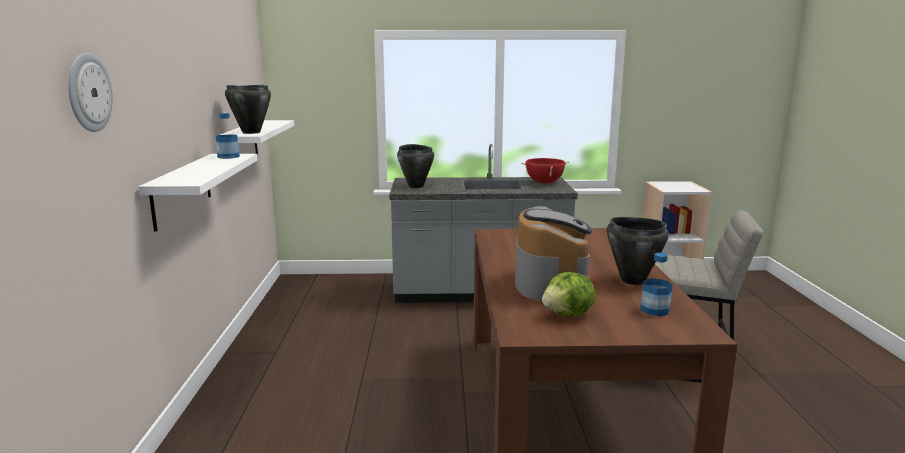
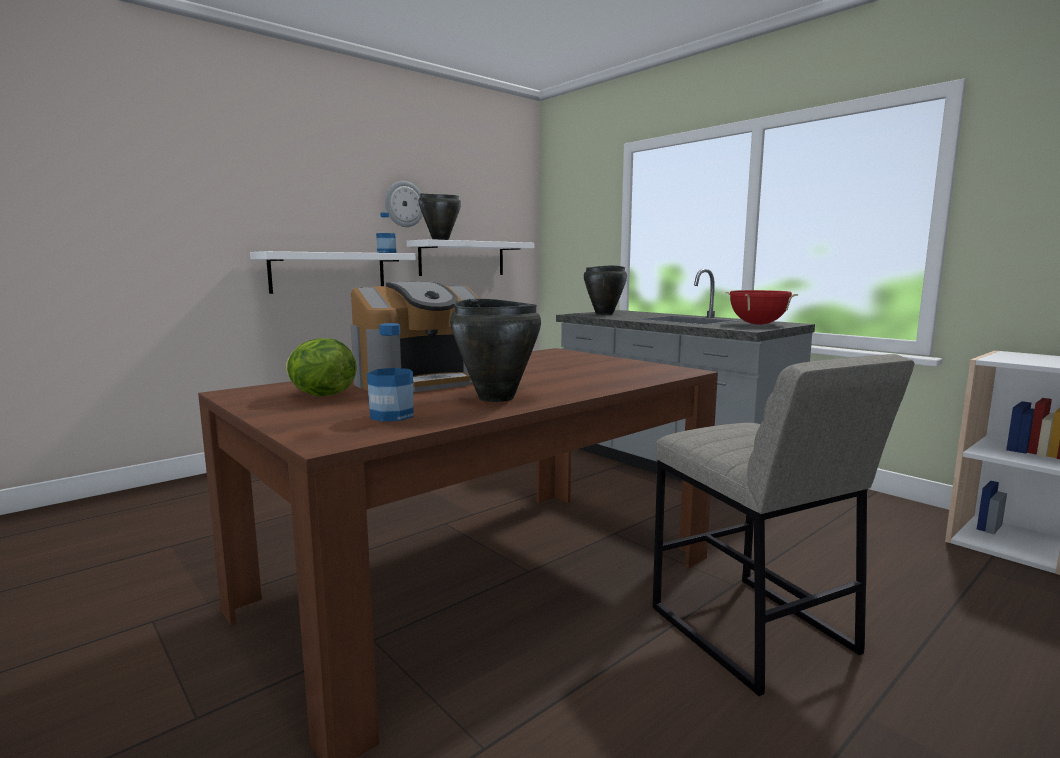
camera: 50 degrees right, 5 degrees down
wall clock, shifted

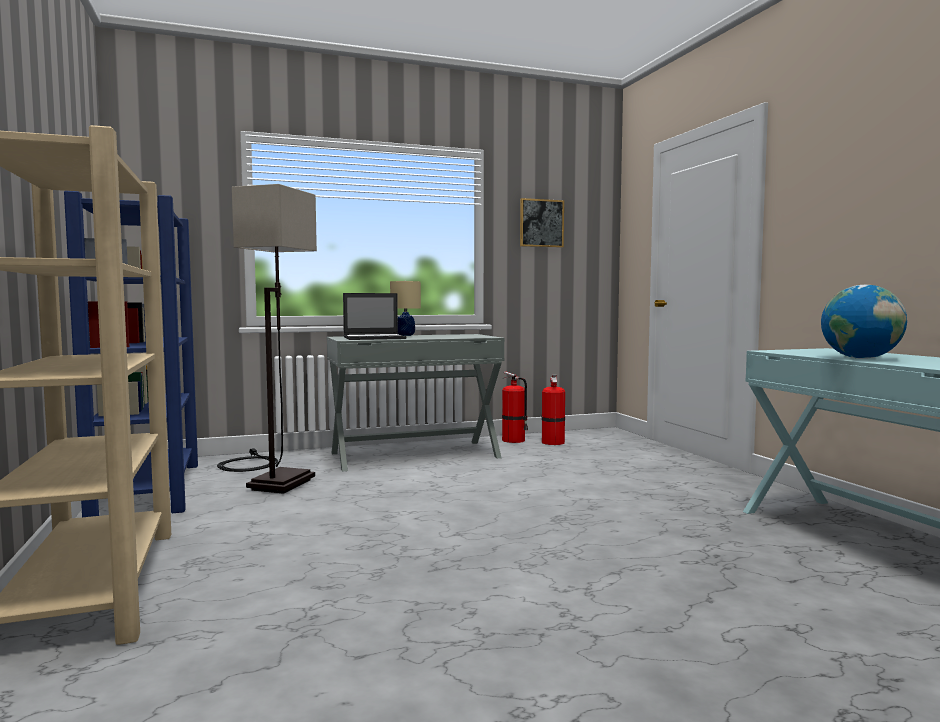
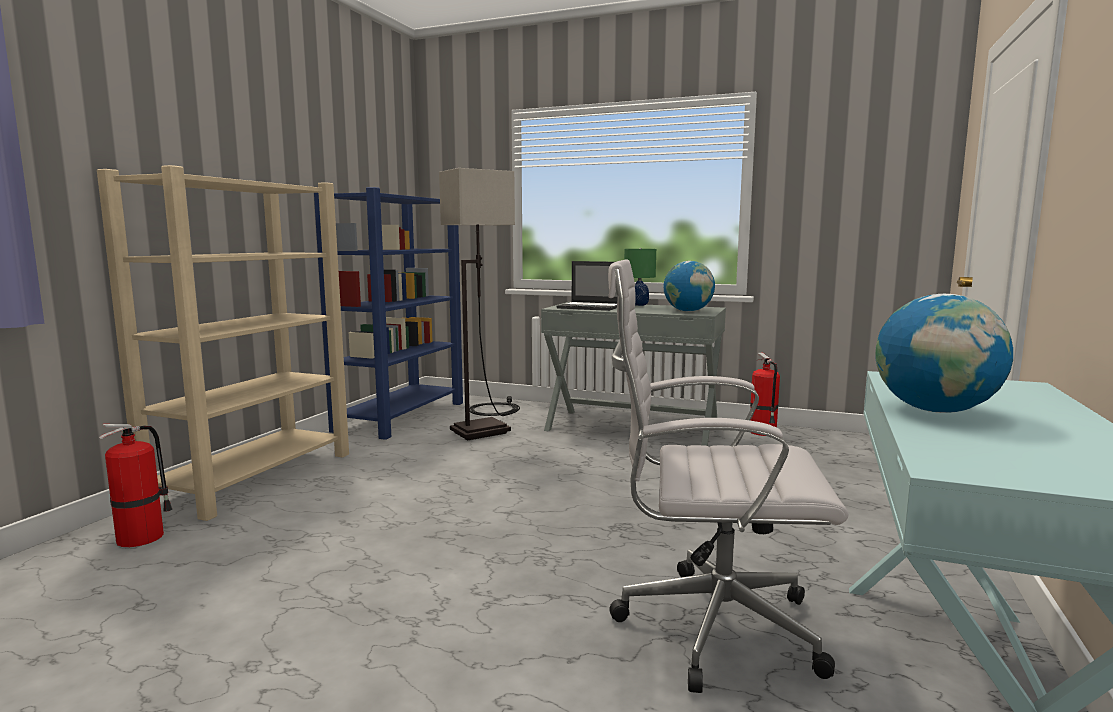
camera: 40 degrees right, 5 degrees up
picture => nothing
nothing => white office chair
nothing => globe (no. 1 from left)
fire extinguisher (no. 2 from left in the first image) => fire extinguisher (no. 1 from left), shifted
beige table lamp => green table lamp

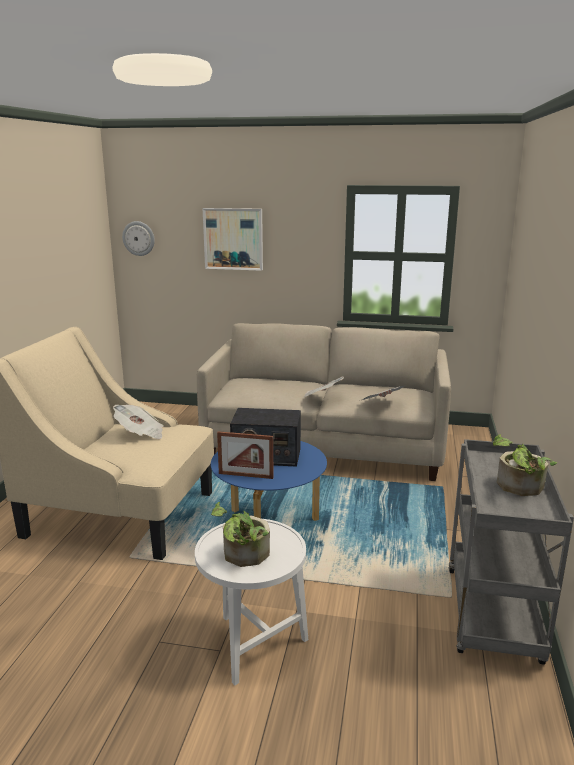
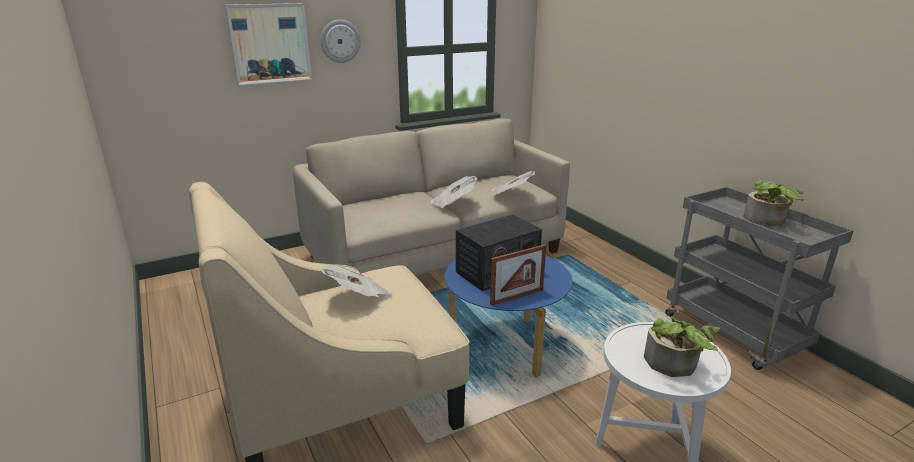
camera: 40 degrees left, 5 degrees up
wall clock, shifted

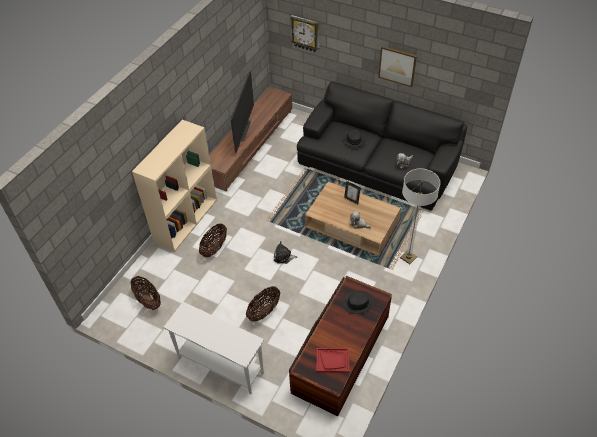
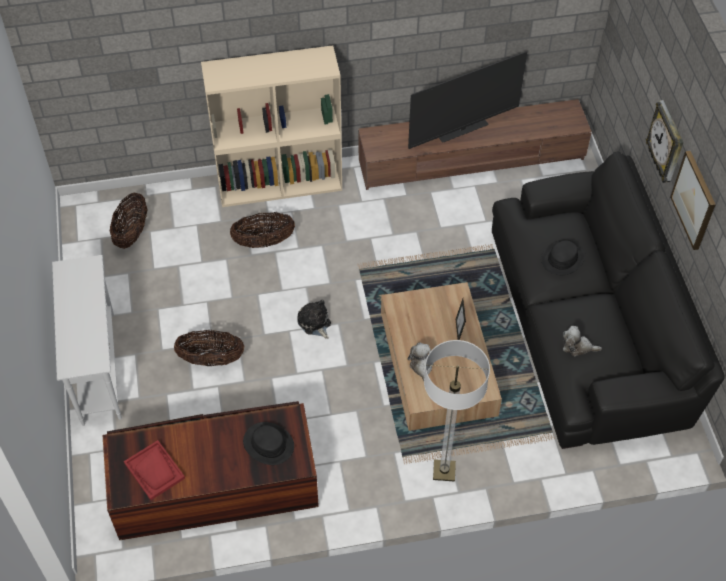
camera: 50 degrees right, 5 degrees up
wall clock, shifted

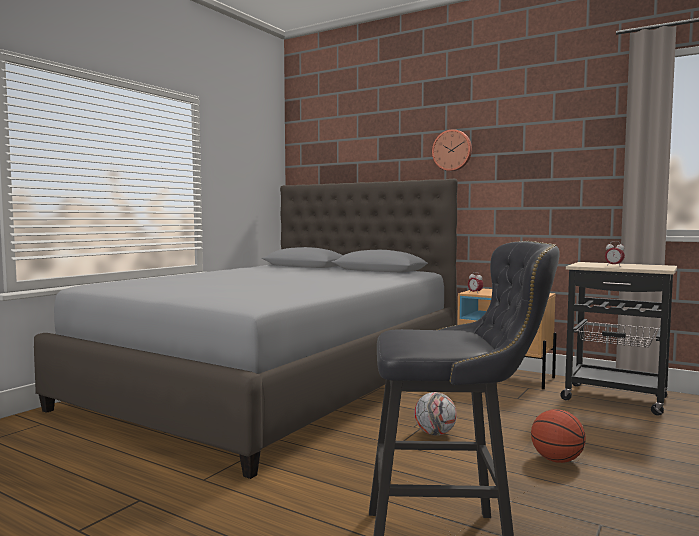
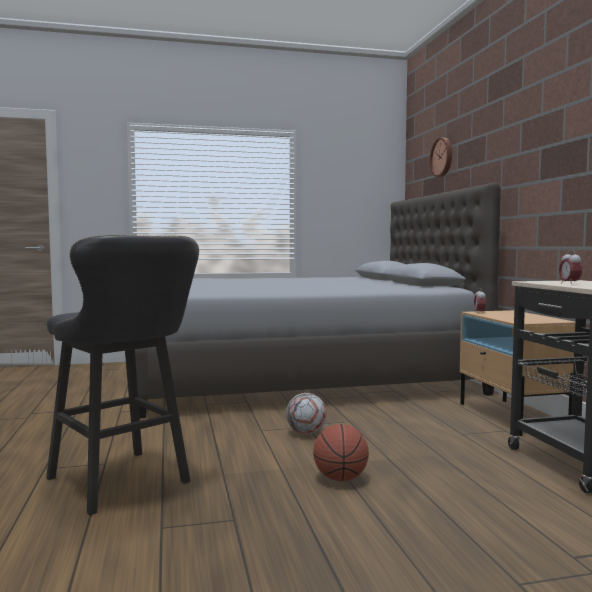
camera: 45 degrees right, 0 degrees up
wall clock, shifted

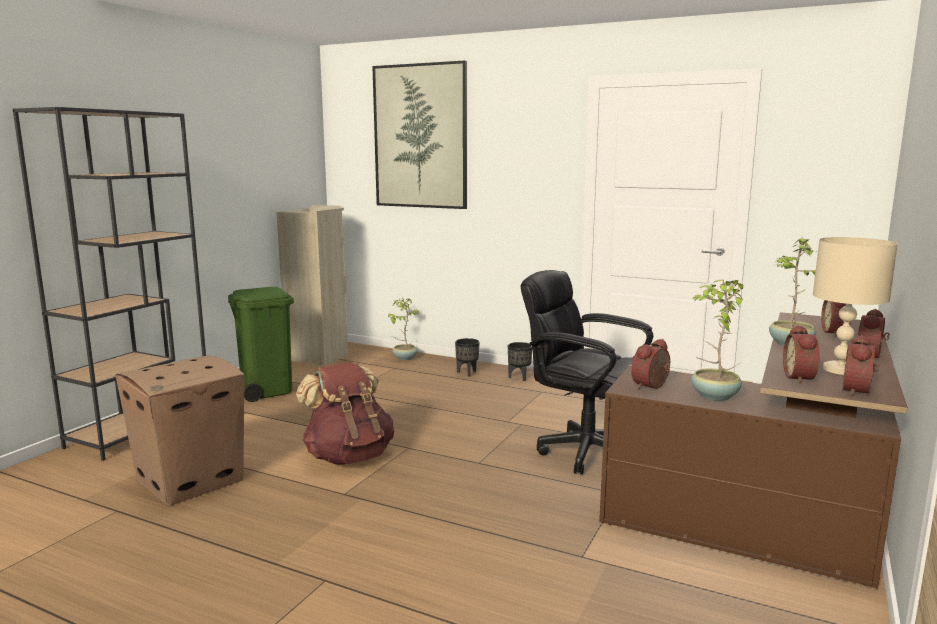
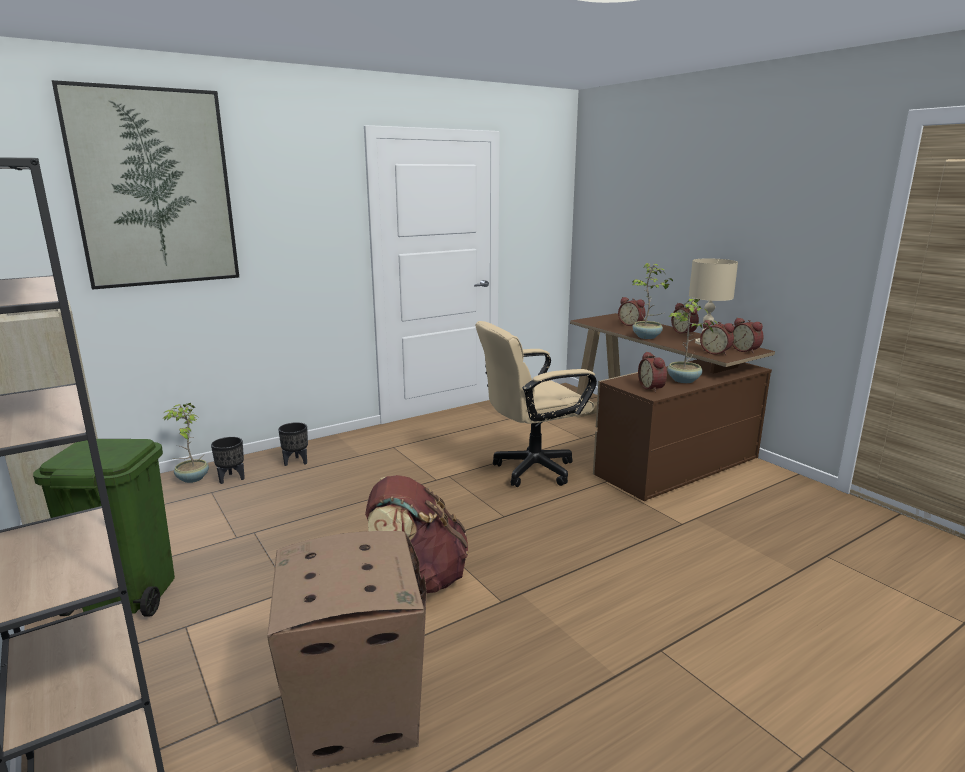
camera: 60 degrees left, 5 degrees up
black planter (no. 2 from left in the first image) => black planter (no. 1 from left), shifted
black office chair => beige office chair

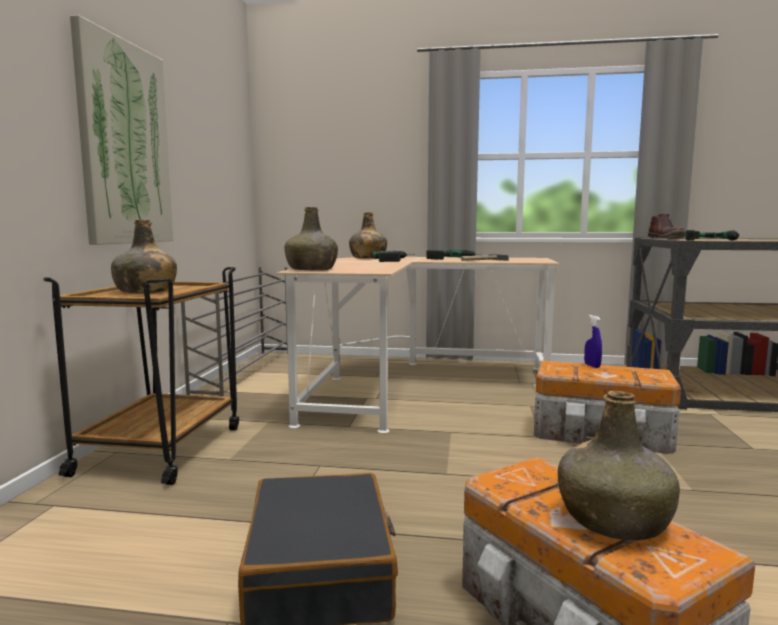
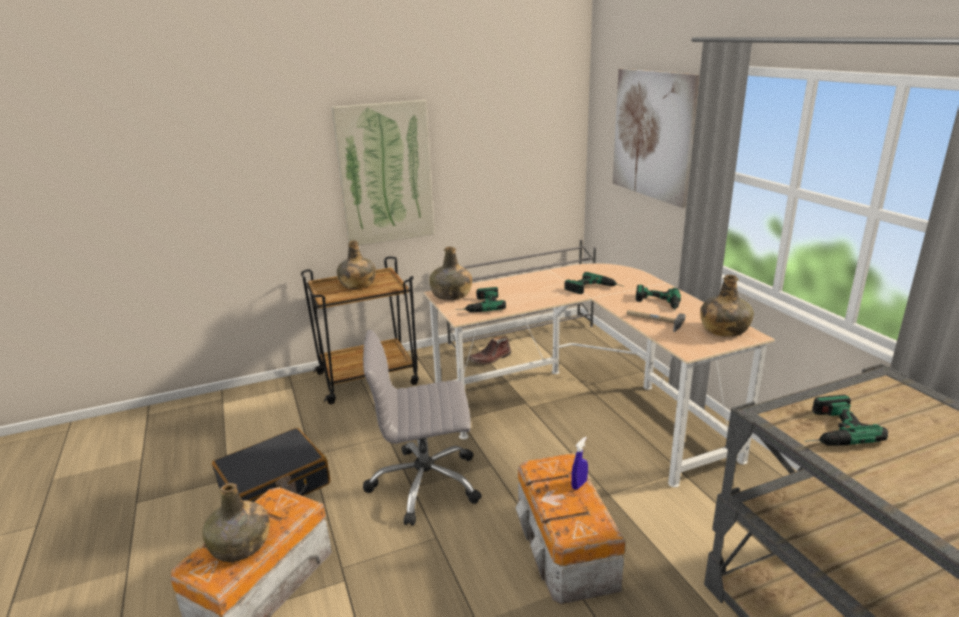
camera: 60 degrees right, 15 degrees up
nothing => grey office chair
nothing => power drill (no. 1 from left)
nothing => picture (no. 2 from left)
green bottle (no. 3 from left in the first image) => green bottle (no. 4 from left), shifted
brown boot, shifted

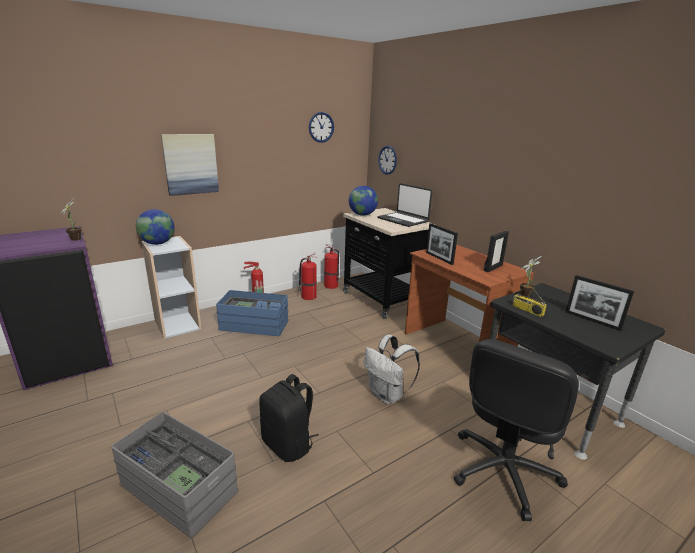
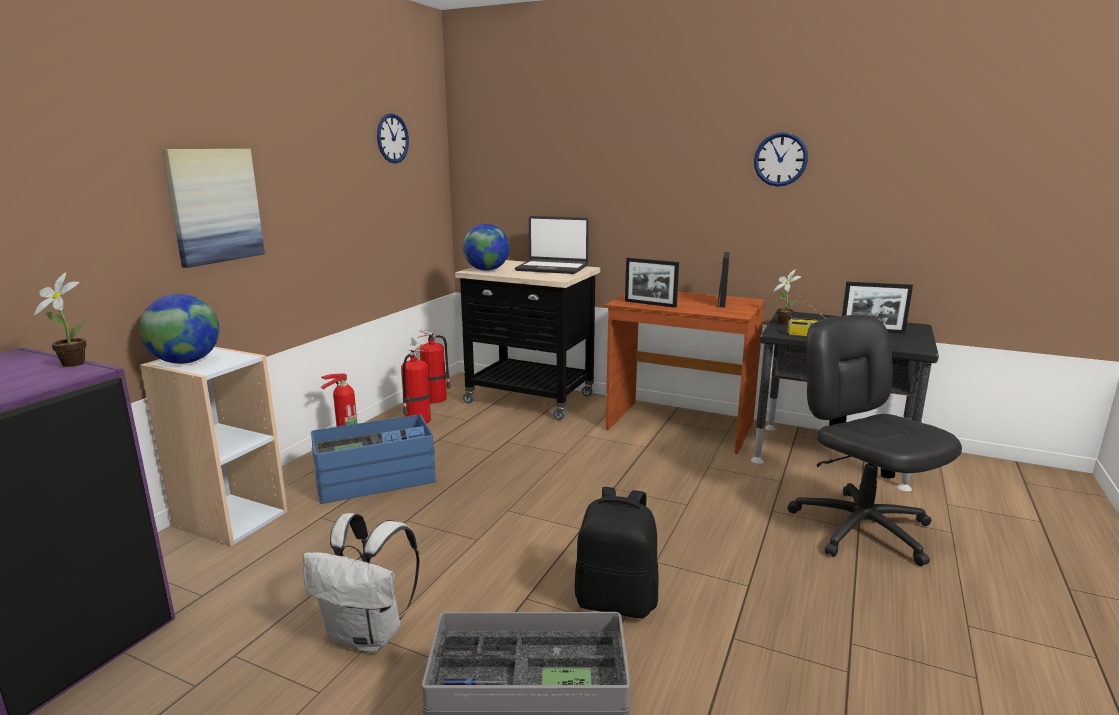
camera: 30 degrees left, 5 degrees down
white backpack, shifted
wall clock (no. 2 from left), shifted
black office chair, 150 degrees clockwise

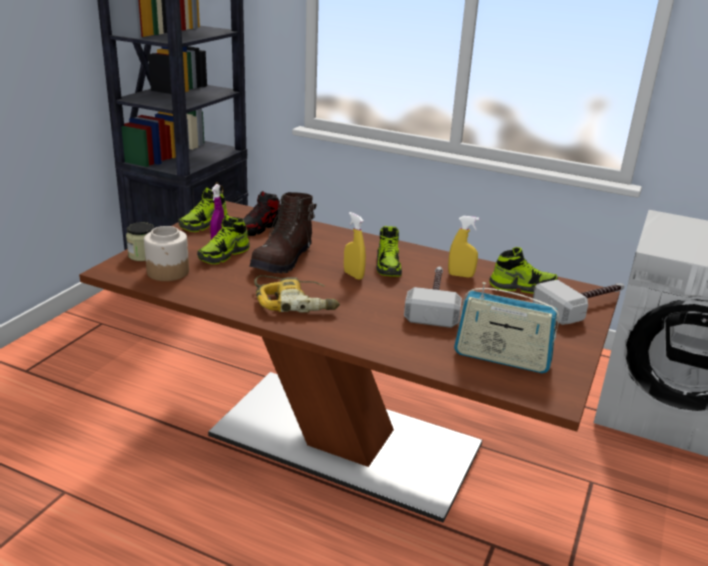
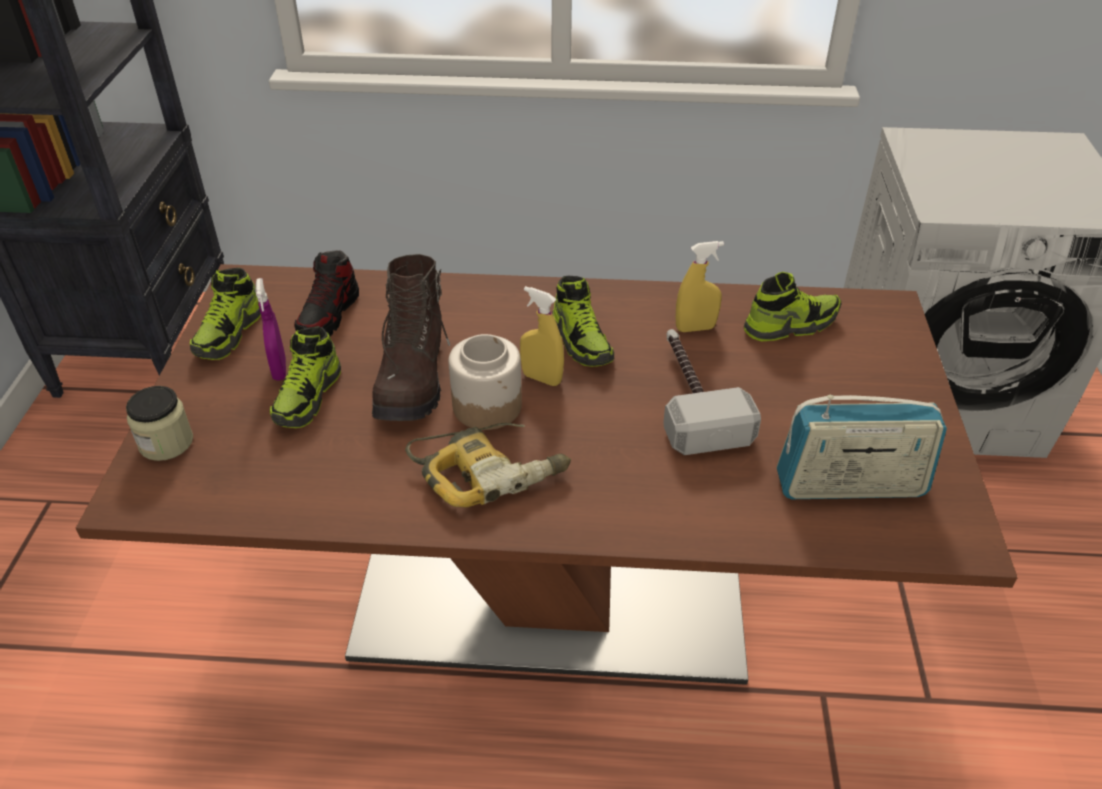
camera: 20 degrees left, 15 degrees up
hammer (no. 2 from left) => nothing
jar (no. 2 from left), shifted

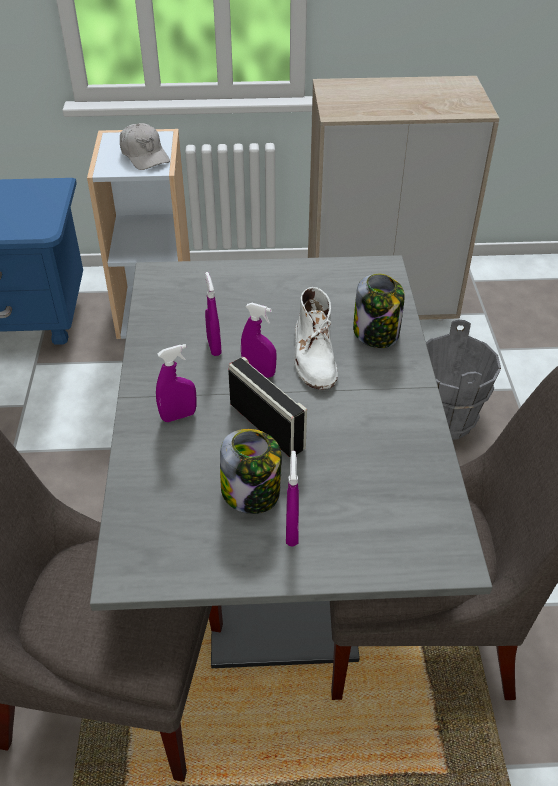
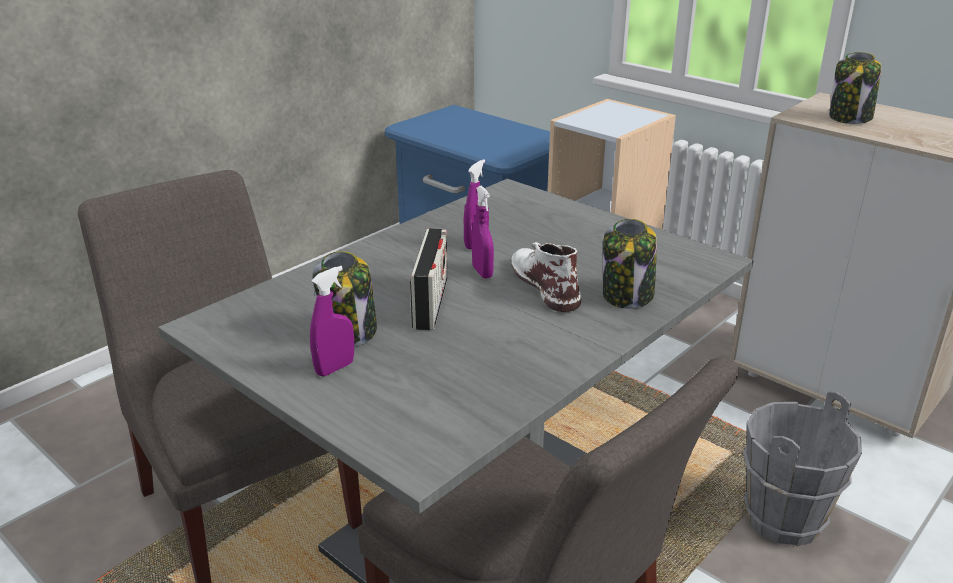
camera: 45 degrees right, 15 degrees down
white cap => nothing
purple spray bottle (no. 1 from left) => nothing
nothing => jar (no. 3 from left)
white boot, 120 degrees clockwise

